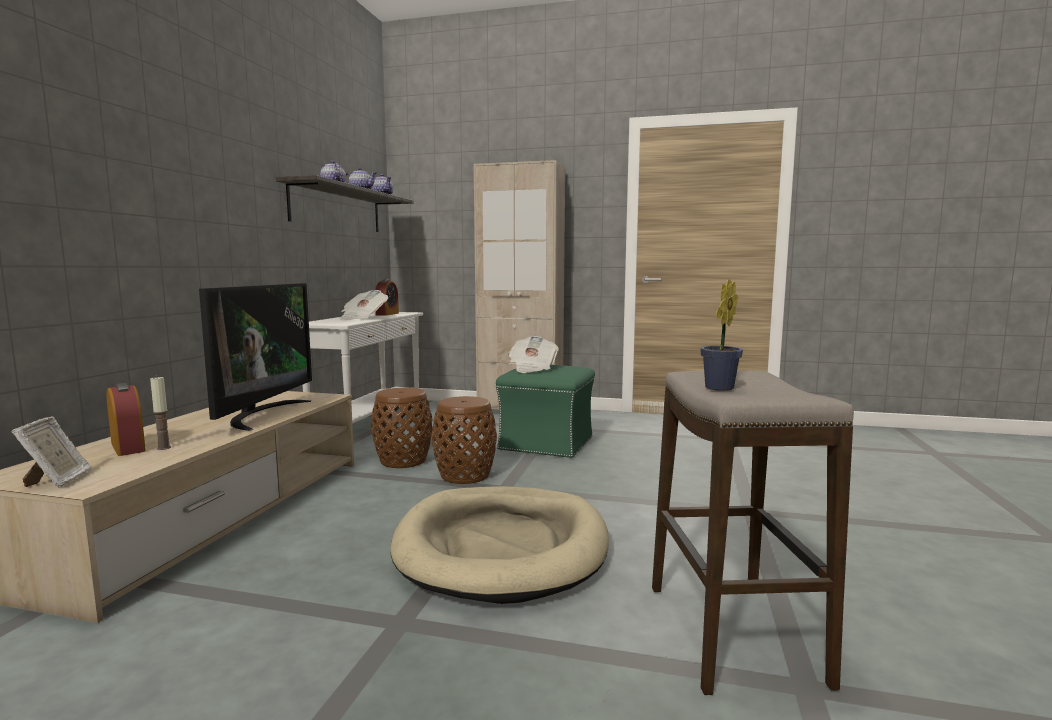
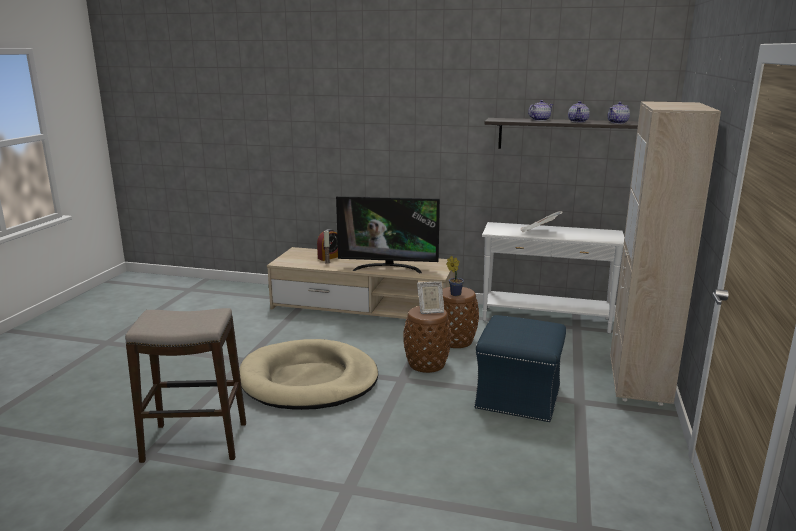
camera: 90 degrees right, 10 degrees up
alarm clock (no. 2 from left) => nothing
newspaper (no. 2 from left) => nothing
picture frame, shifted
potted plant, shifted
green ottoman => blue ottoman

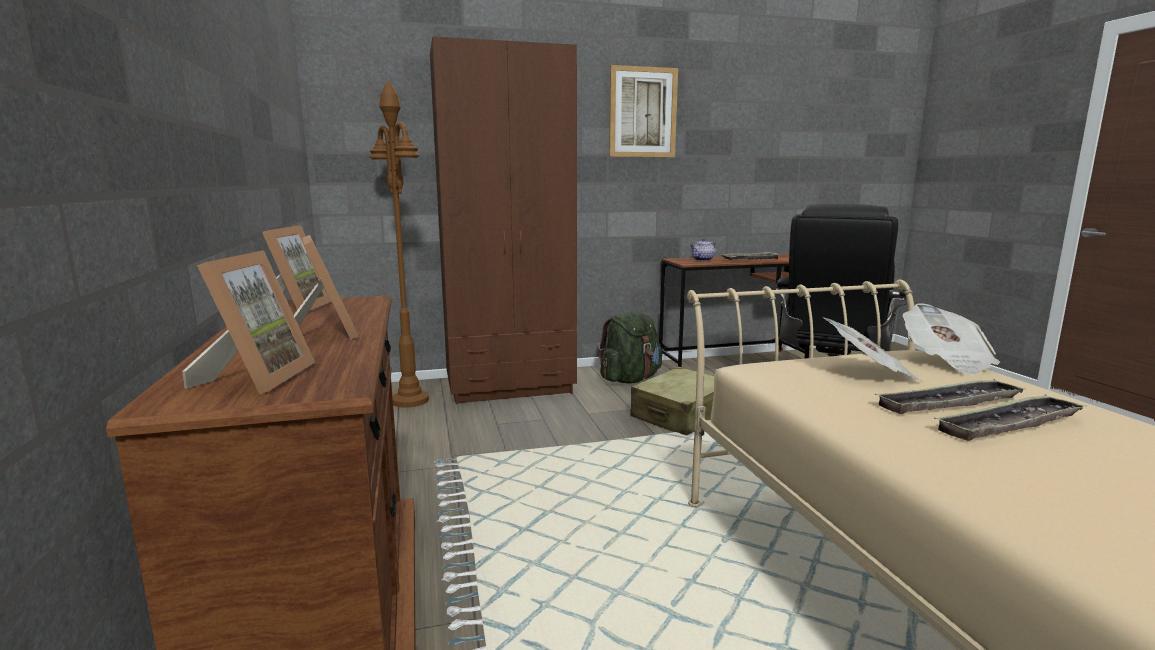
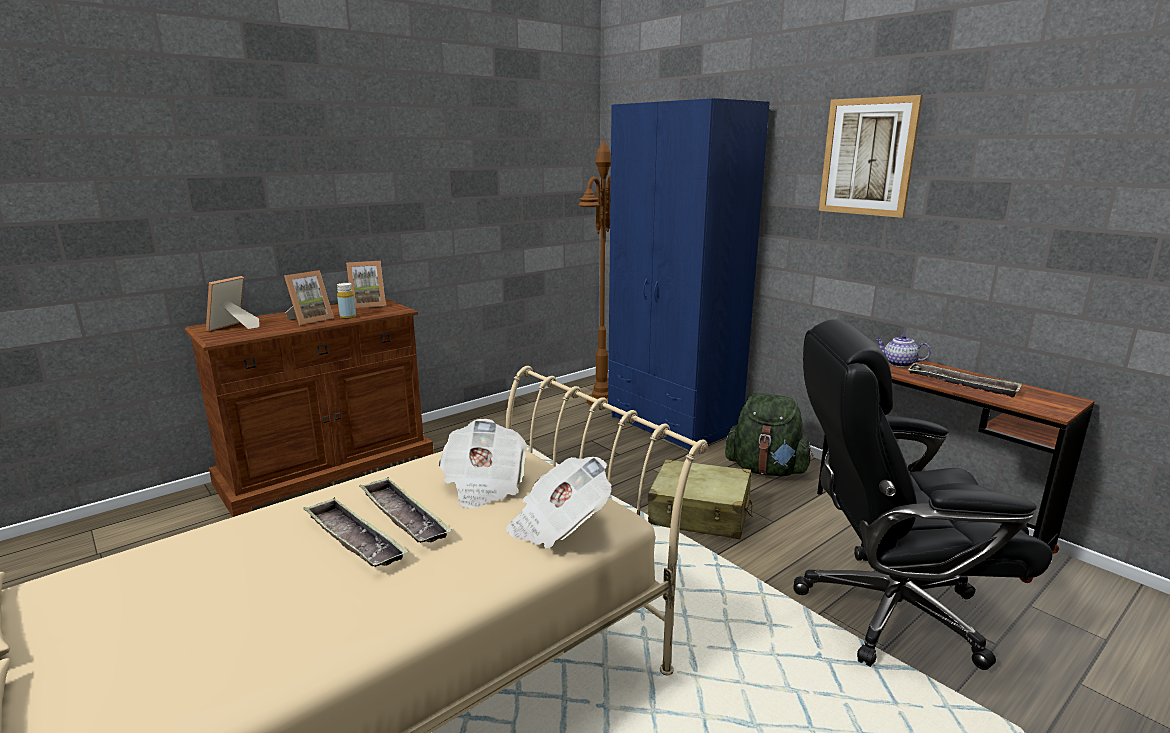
camera: 65 degrees right, 5 degrees up
nothing => yellow bottle
brown wardrobe => blue wardrobe
picture frame (no. 1 from left), 135 degrees clockwise

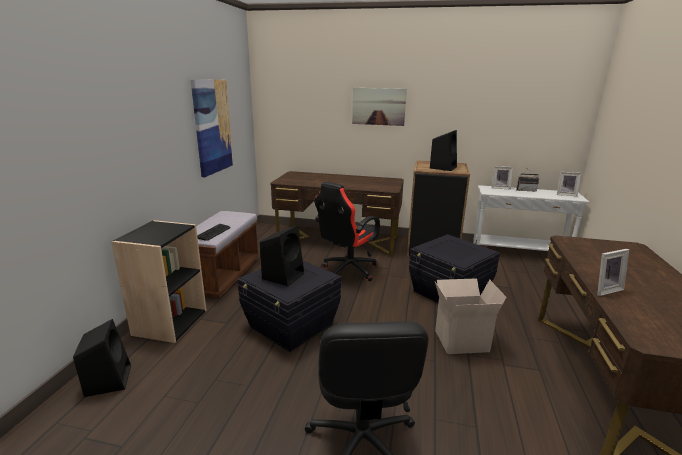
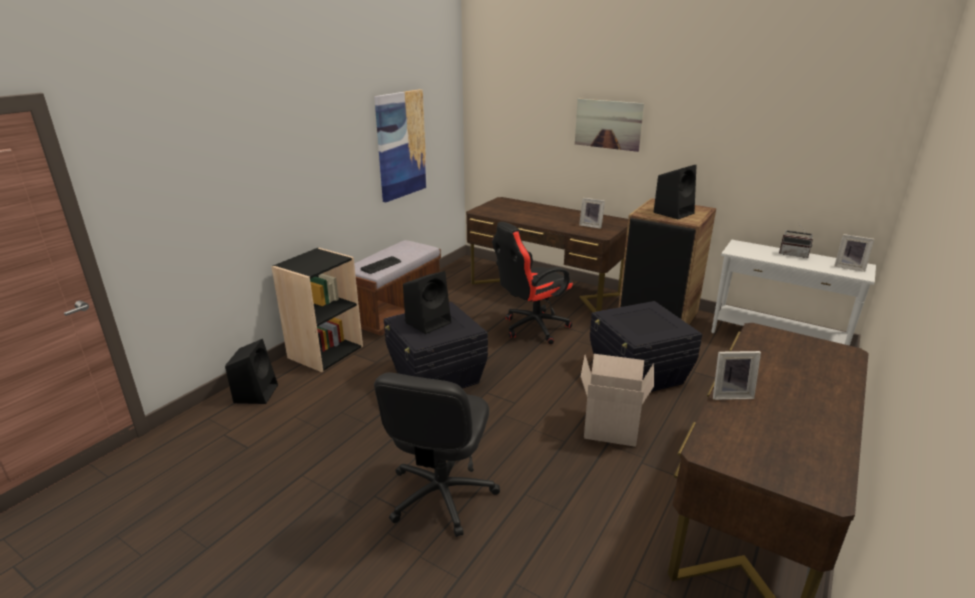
camera: 20 degrees right, 5 degrees up
picture frame (no. 1 from left), shifted

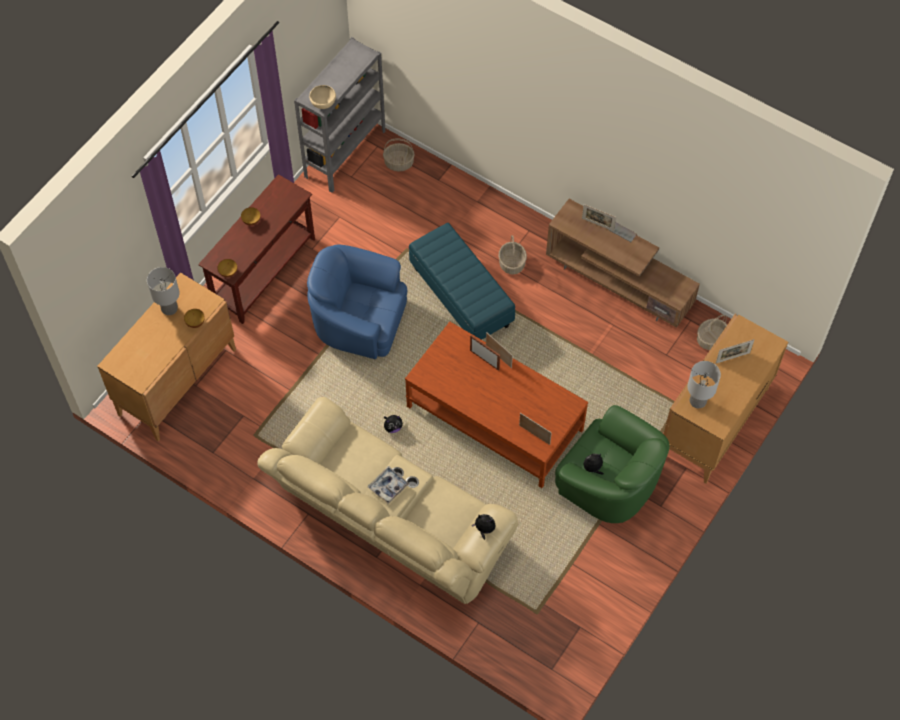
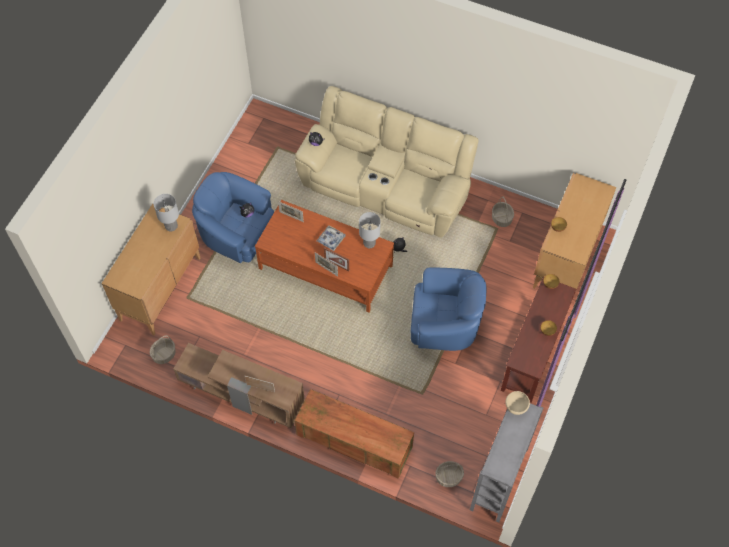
camera: 170 degrees right, 0 degrees up
blue ottoman => nothing
picture frame (no. 5 from left) => nothing
nothing => brown bench
grey table lamp (no. 1 from left in the first image) => grey table lamp (no. 2 from left), shifted
tray, shifted
basket (no. 2 from left in the first image) => basket (no. 3 from left), shifted
green armchair => blue armchair (no. 1 from left)

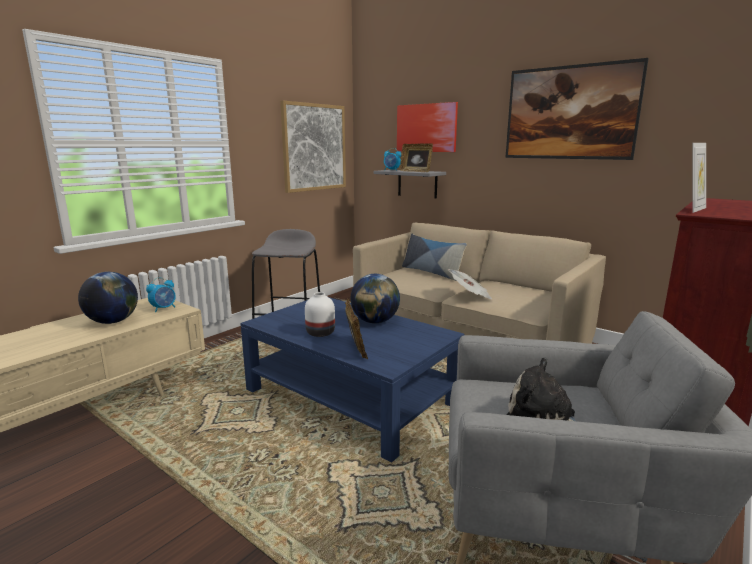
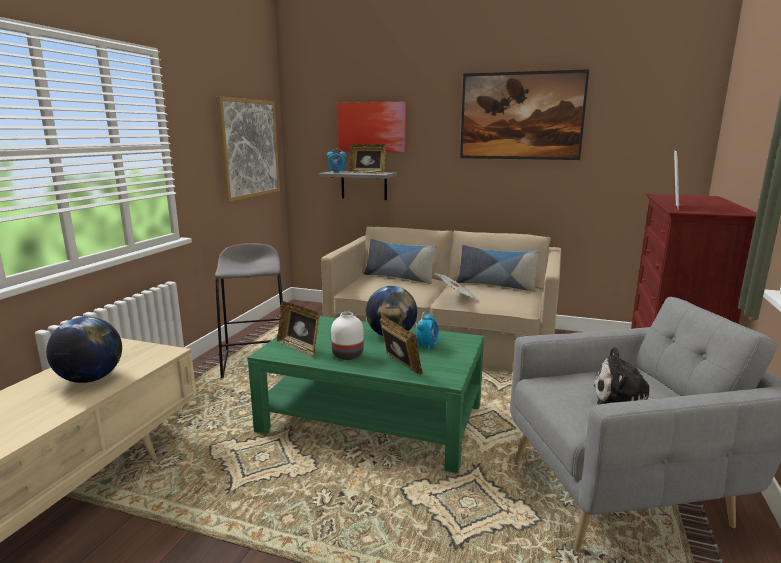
camera: 20 degrees left, 0 degrees up
nothing => picture frame (no. 1 from left)
nothing => pillow (no. 2 from left)
alarm clock (no. 1 from left in the first image) => alarm clock (no. 2 from left), shifted
blue coffee table => green coffee table

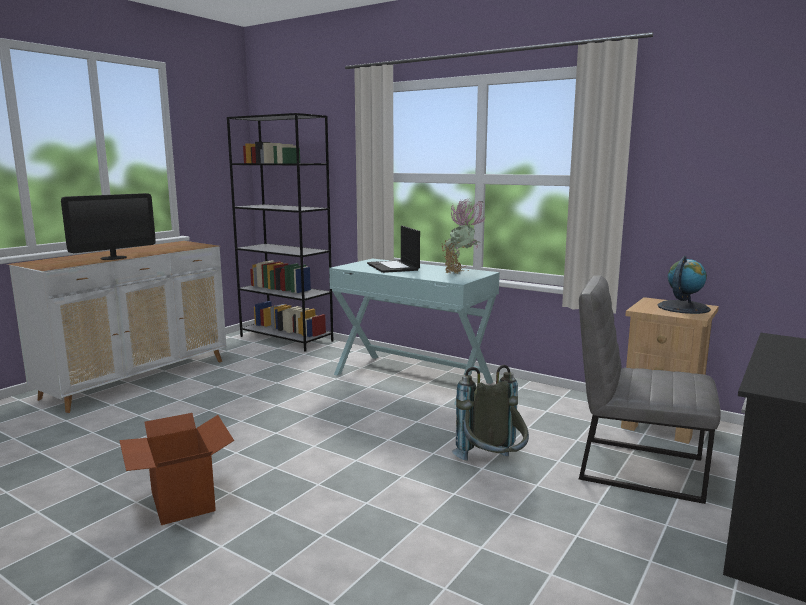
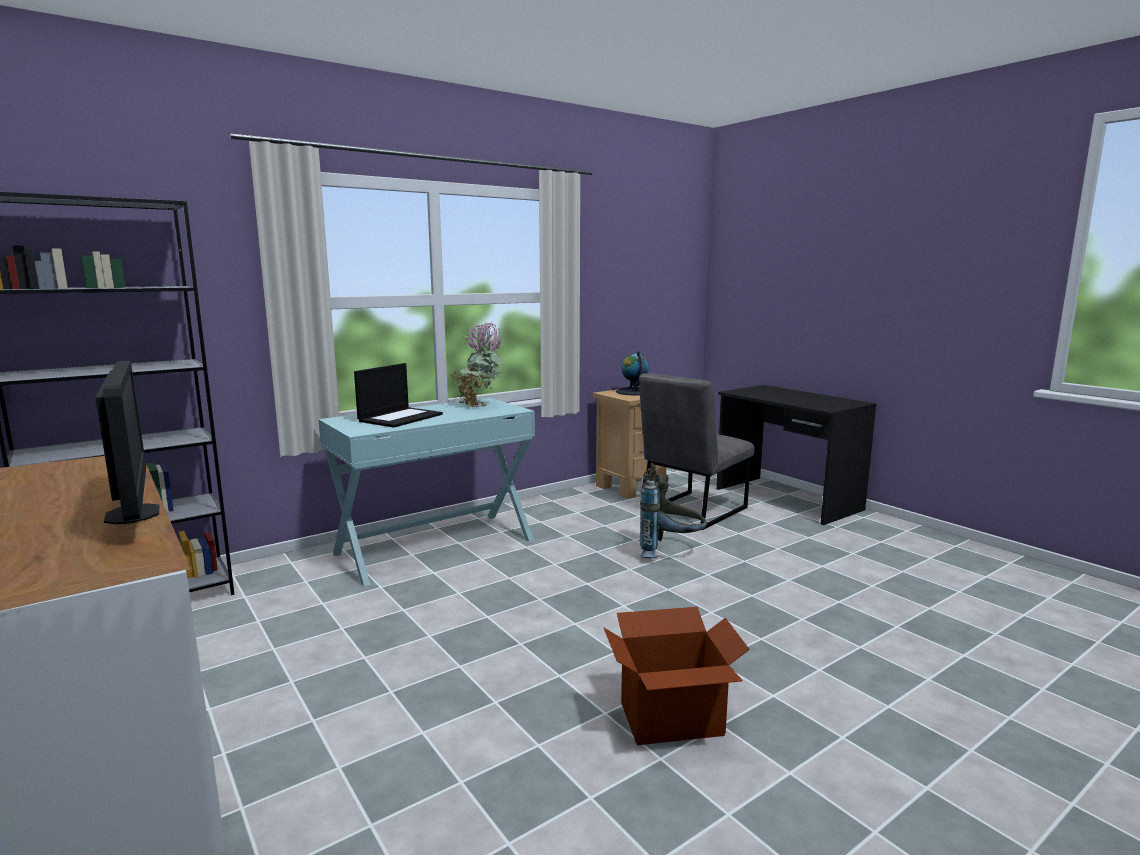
camera: 70 degrees left, 0 degrees up
laptop, 60 degrees counterclockwise

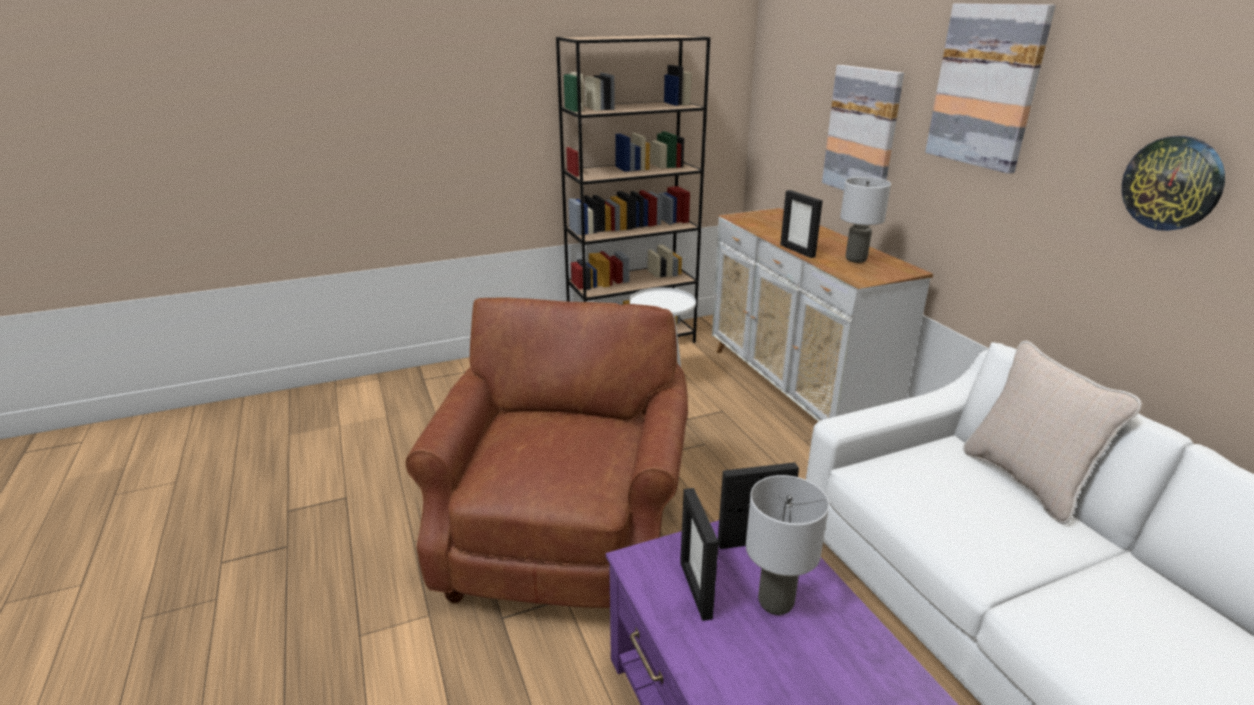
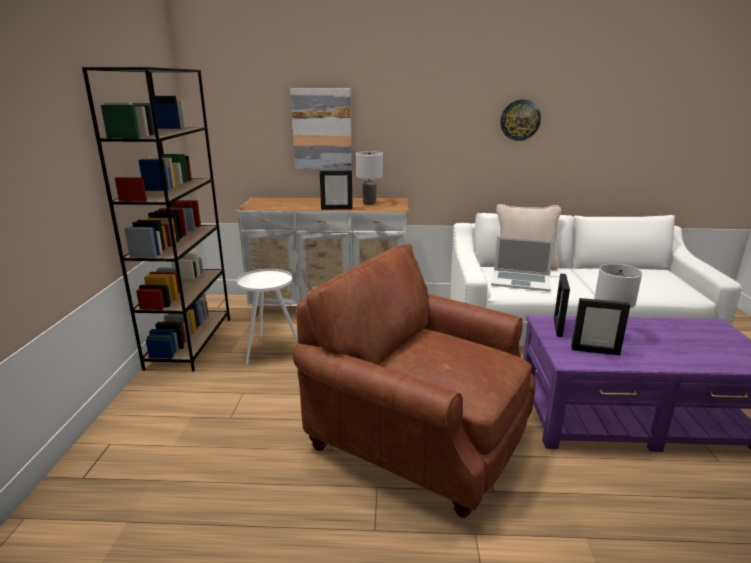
camera: 65 degrees left, 5 degrees down
picture (no. 2 from left) => nothing
nothing => laptop

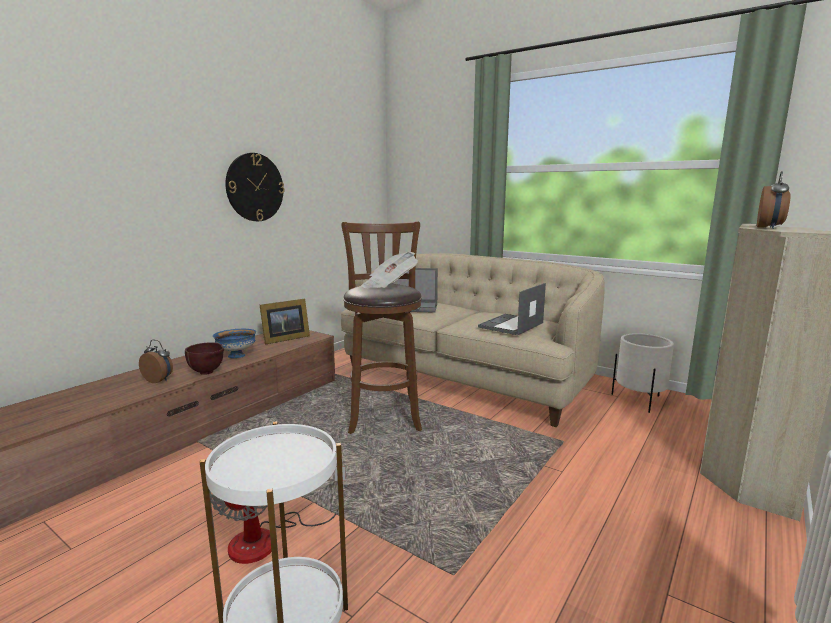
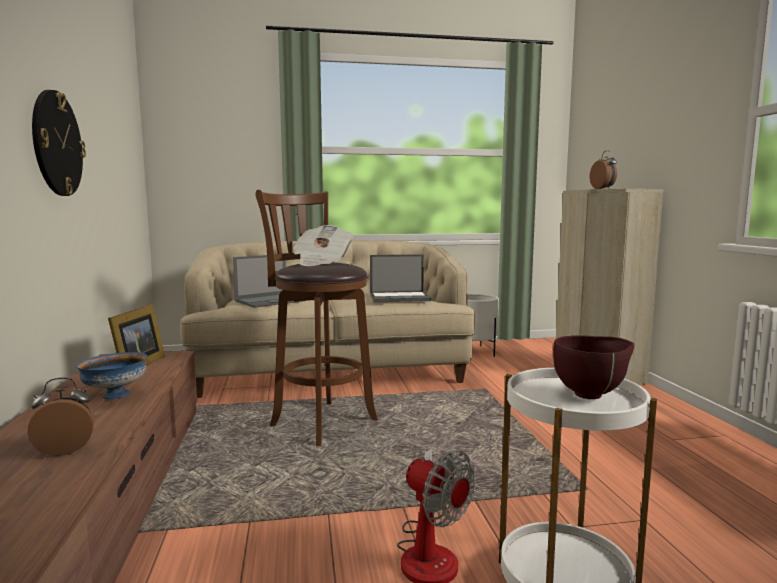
camera: 45 degrees left, 5 degrees down
brown bowl, shifted
laptop (no. 2 from left), 90 degrees counterclockwise

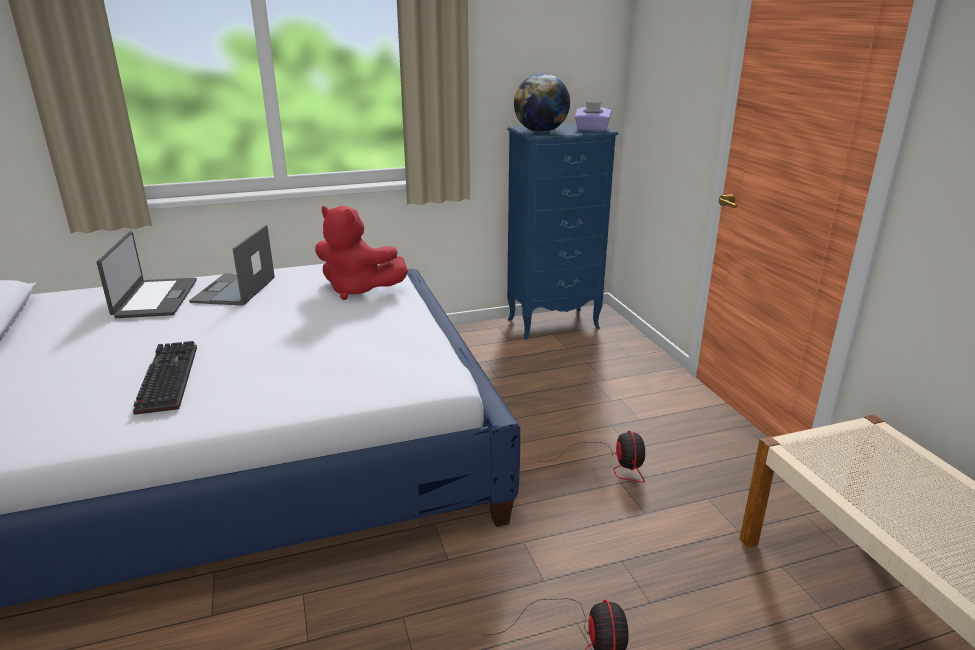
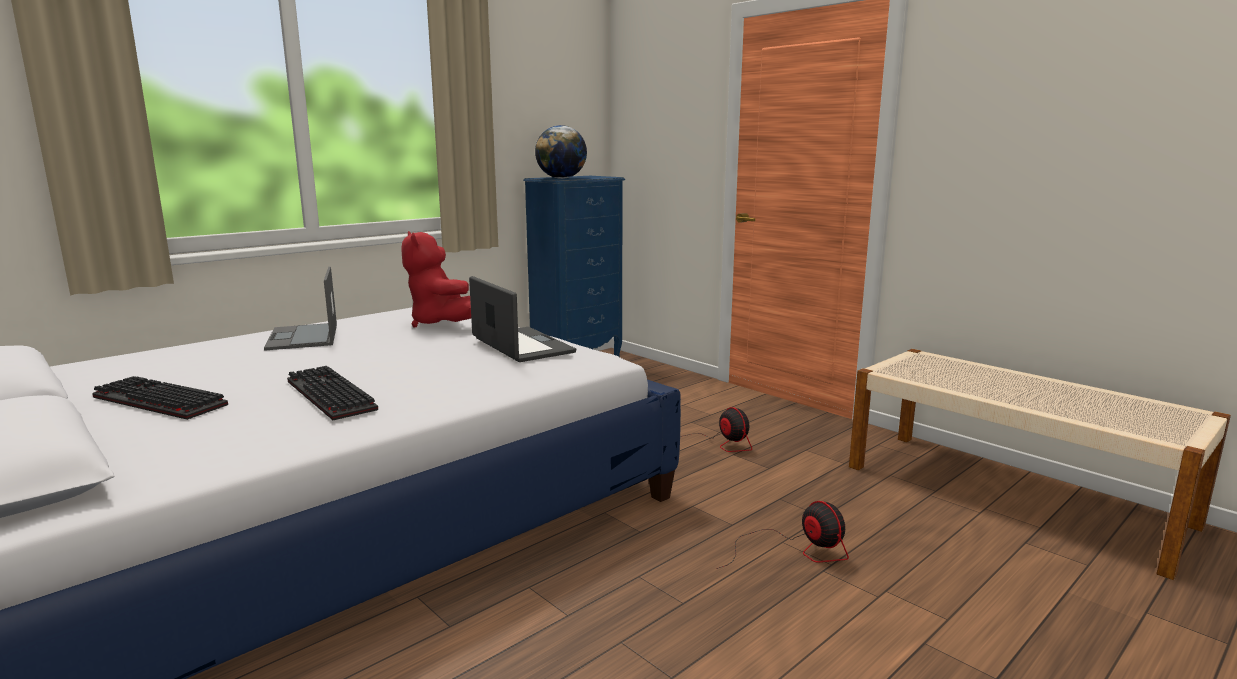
camera: 25 degrees left, 10 degrees down
purple tissue box => nothing
nothing => keyboard (no. 1 from left)
laptop (no. 1 from left in the first image) => laptop (no. 2 from left), shifted
red plush toy, 60 degrees clockwise

